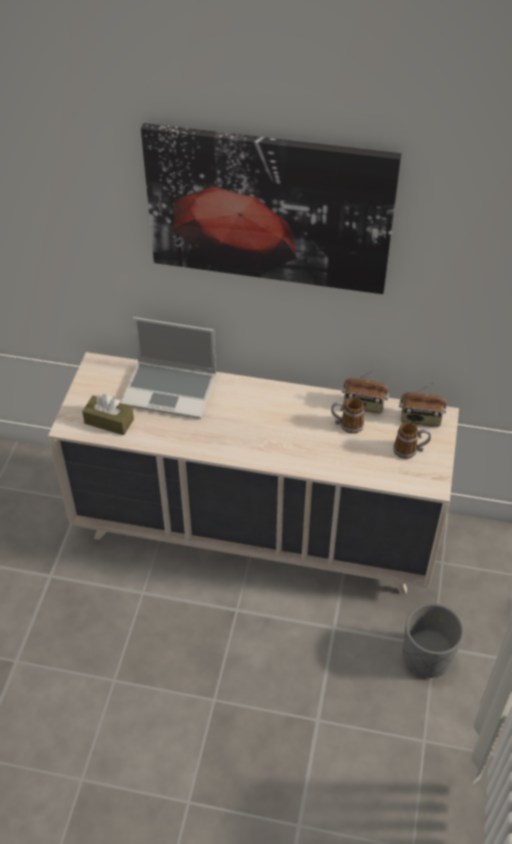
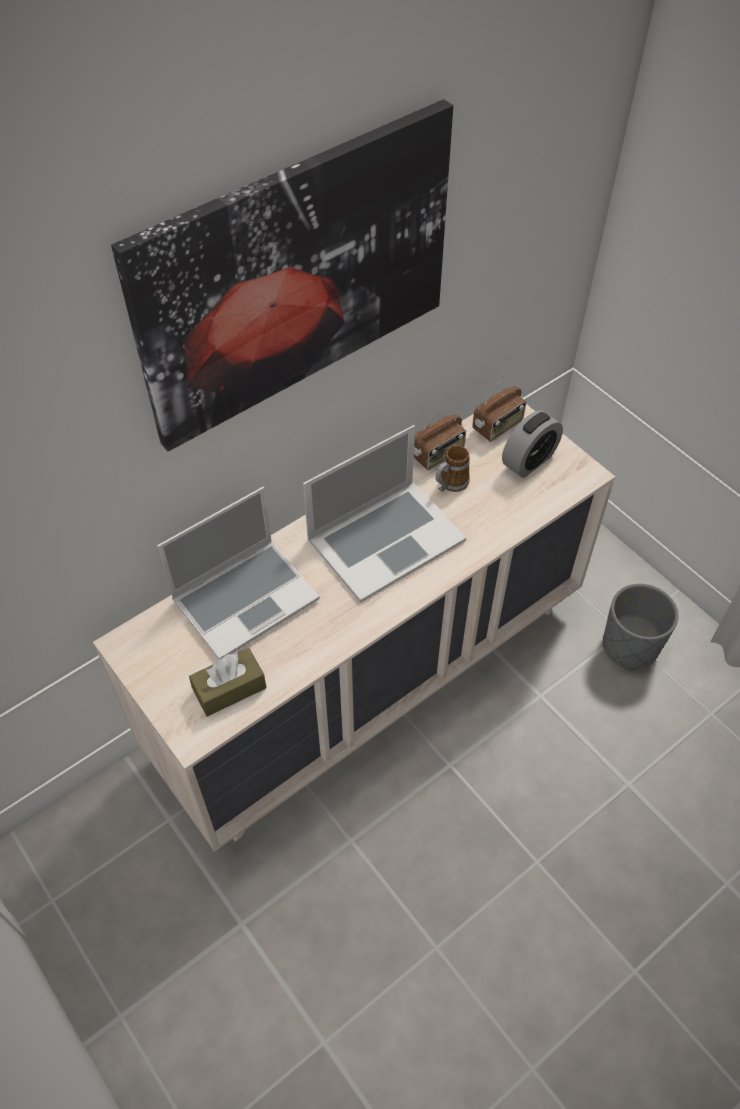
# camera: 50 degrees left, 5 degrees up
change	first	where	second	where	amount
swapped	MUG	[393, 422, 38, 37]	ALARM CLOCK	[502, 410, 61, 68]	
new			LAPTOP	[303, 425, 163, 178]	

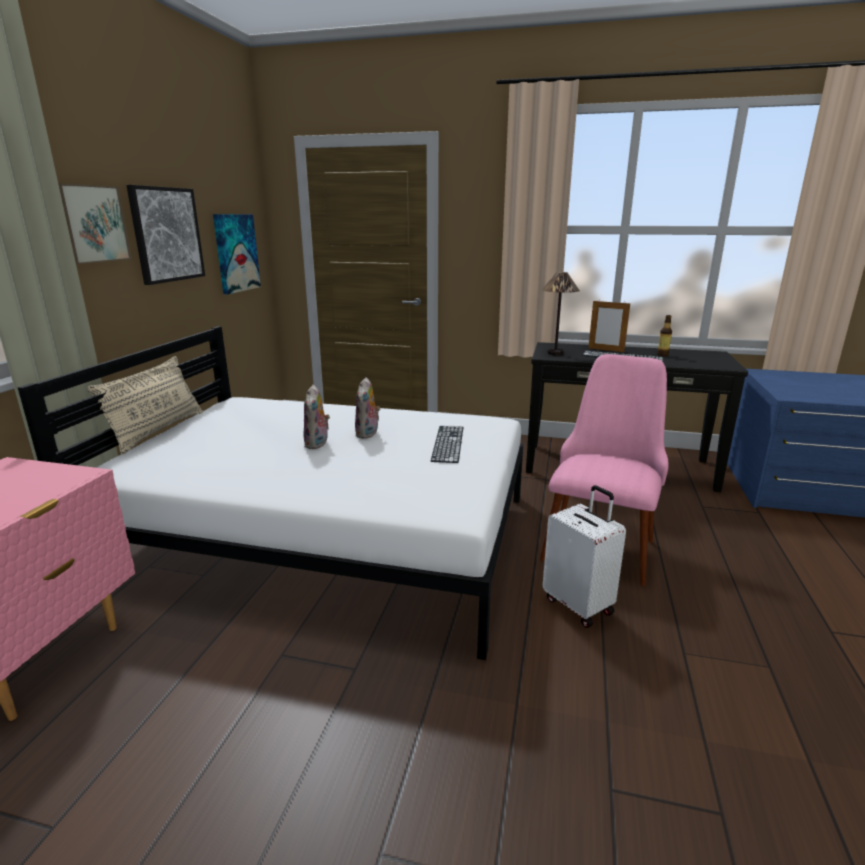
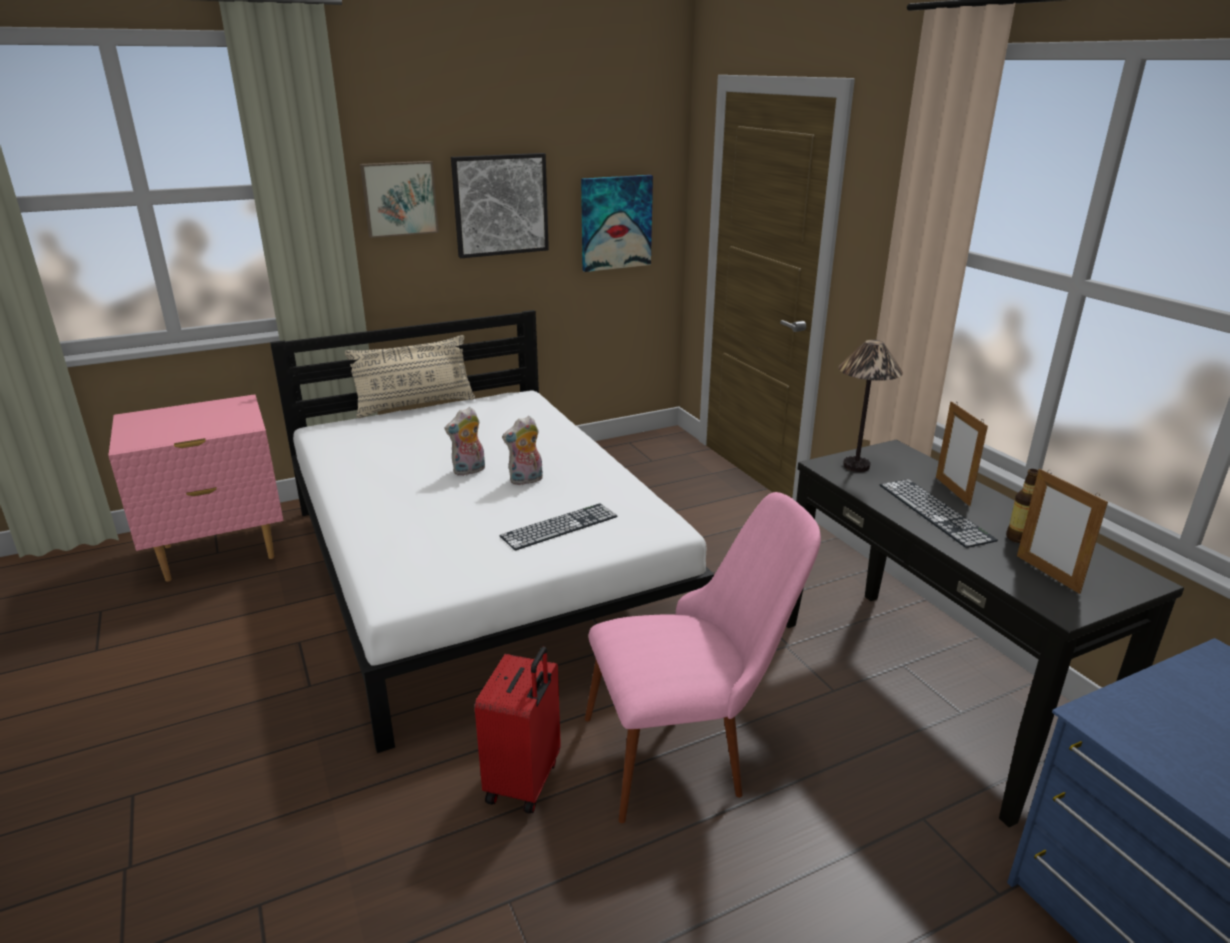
# camera: 50 degrees right, 5 degrees up
change	first	where	second	where	amount
repainted	WHITE SUITCASE	[542, 485, 84, 143]	RED SUITCASE	[475, 646, 86, 168]	
new			PICTURE FRAME	[1017, 469, 91, 125]	

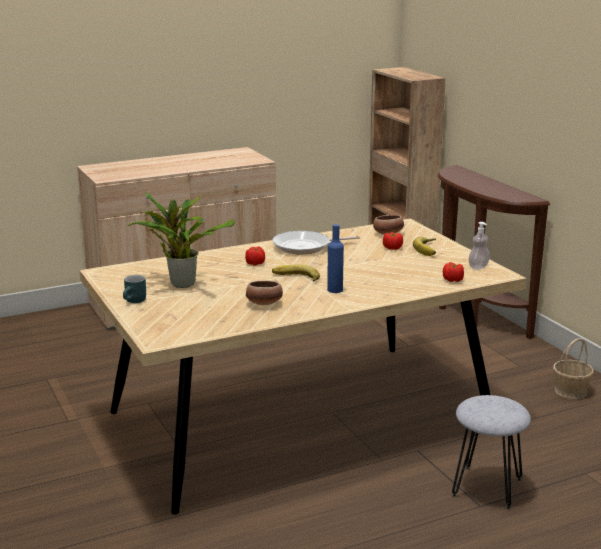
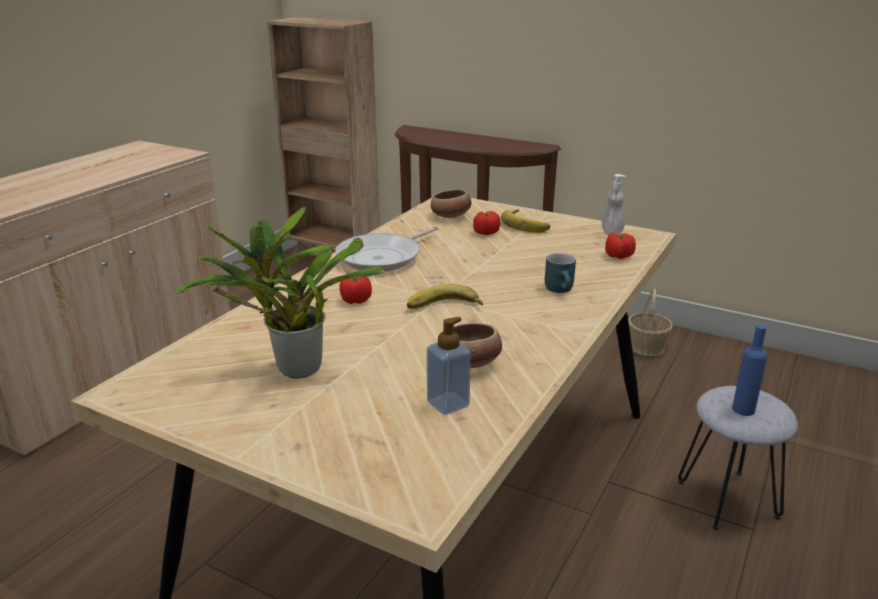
# camera: 35 degrees left, 5 degrees up
change	first	where	second	where	amount
shifted	BLUE BOTTLE	[327, 224, 17, 69]		[732, 324, 36, 92]	
shifted	TURQUOISE MUG	[123, 275, 23, 28]		[545, 253, 31, 40]	
new			SOAP DISPENSER	[427, 317, 44, 98]	

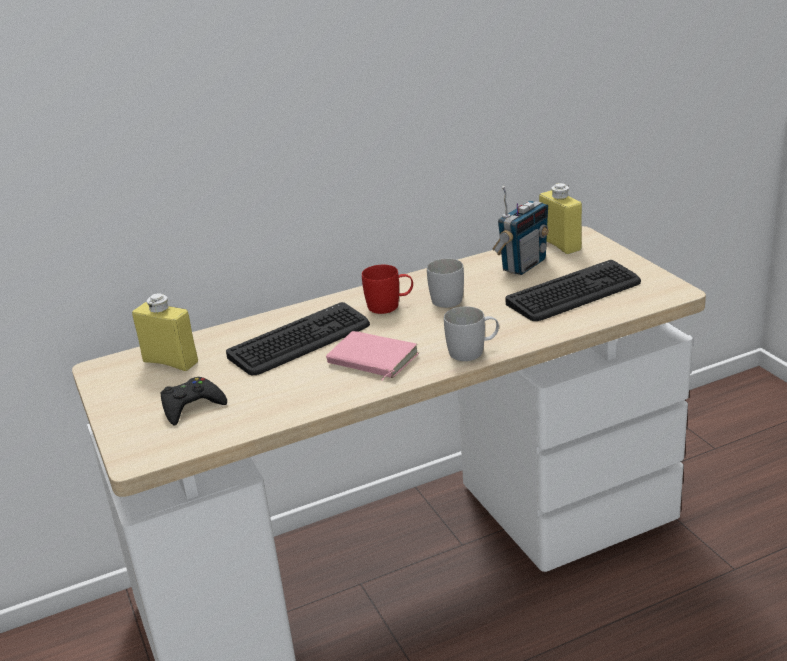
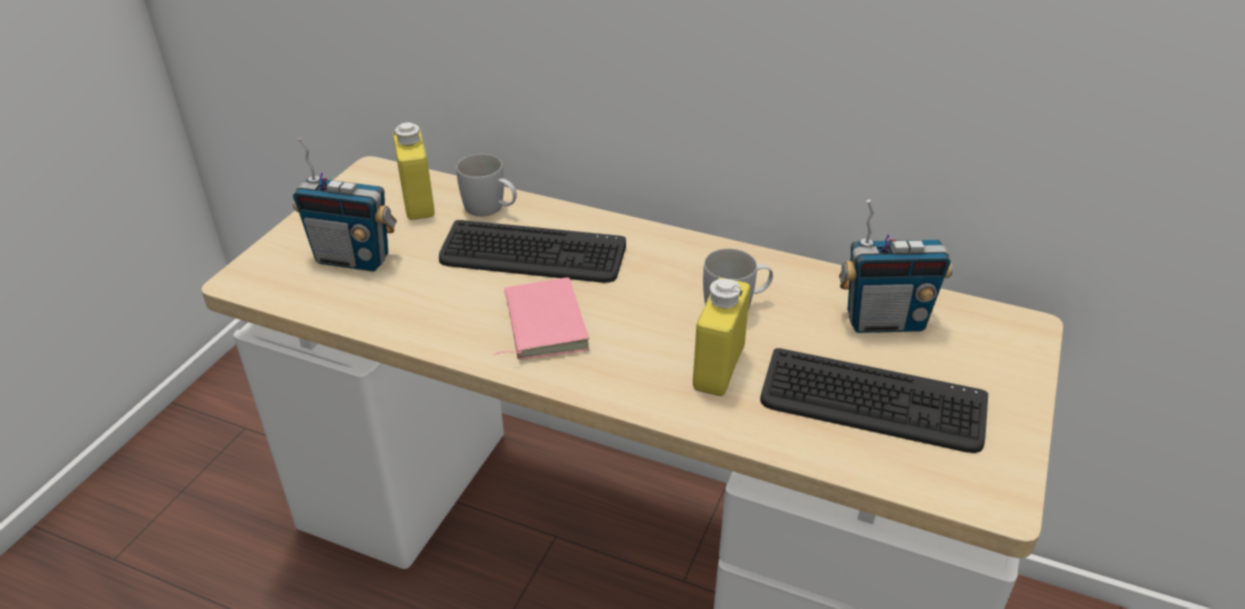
# camera: 45 degrees right, 10 degrees up
change	first	where	second	where	amount
shifted	YELLOW BOTTLE	[539, 183, 43, 71]		[693, 278, 57, 118]	
gone	RED MUG	[362, 265, 51, 49]			
shifted	WHITE MUG	[444, 306, 55, 55]		[456, 154, 61, 62]	
swapped	BLACK GAME CONTROLLER	[160, 377, 67, 49]	RADIO	[293, 138, 104, 134]	

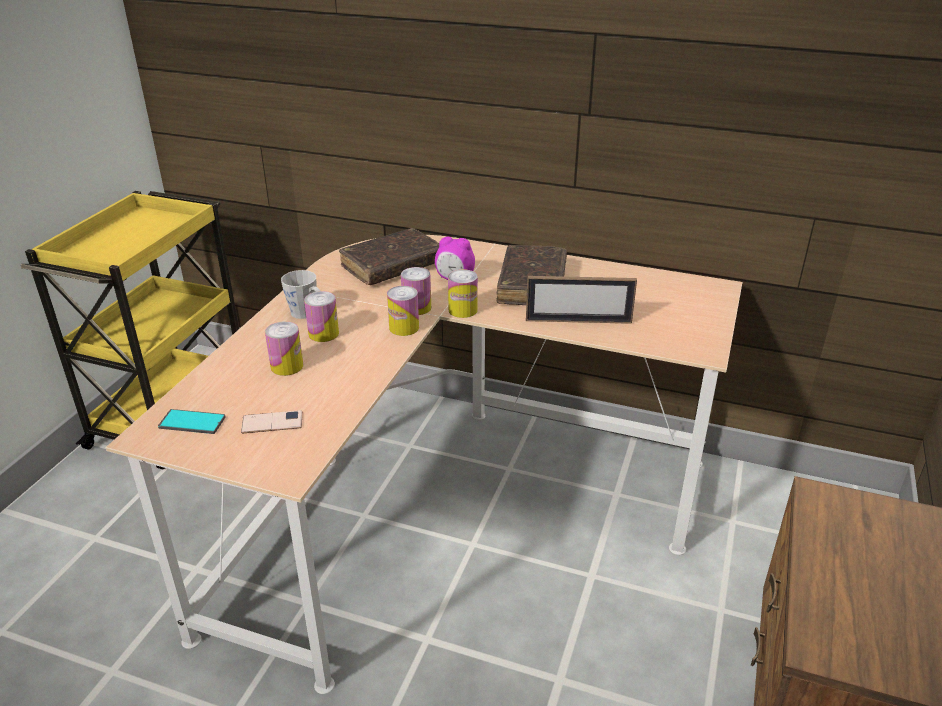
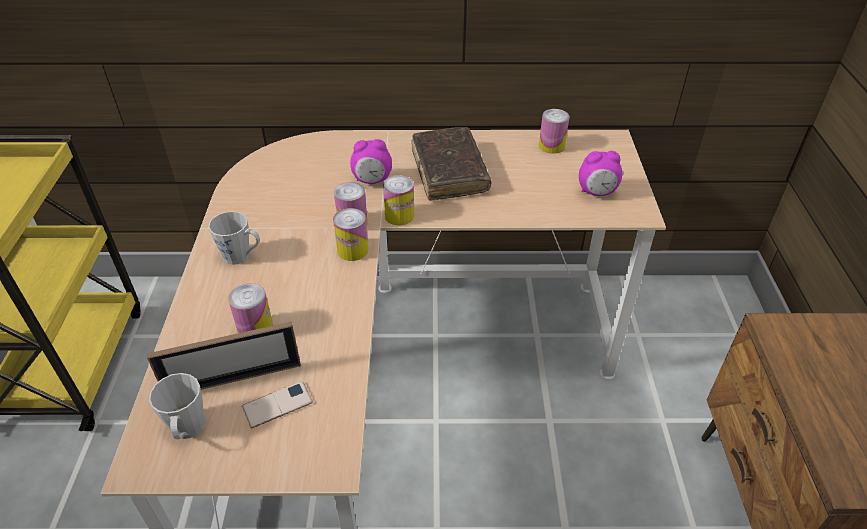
# camera: 20 degrees left, 10 degrees up
change	first	where	second	where	amount
gone	BROWN BOOK	[339, 228, 100, 57]			
shifted	PICTURE FRAME	[526, 276, 111, 48]		[147, 322, 154, 68]	
shifted	CAN	[304, 291, 35, 51]		[539, 109, 31, 45]	
swapped	PHONE	[158, 409, 67, 25]	GREY MUG	[149, 373, 56, 66]	
new			ALARM CLOCK	[579, 151, 43, 45]	

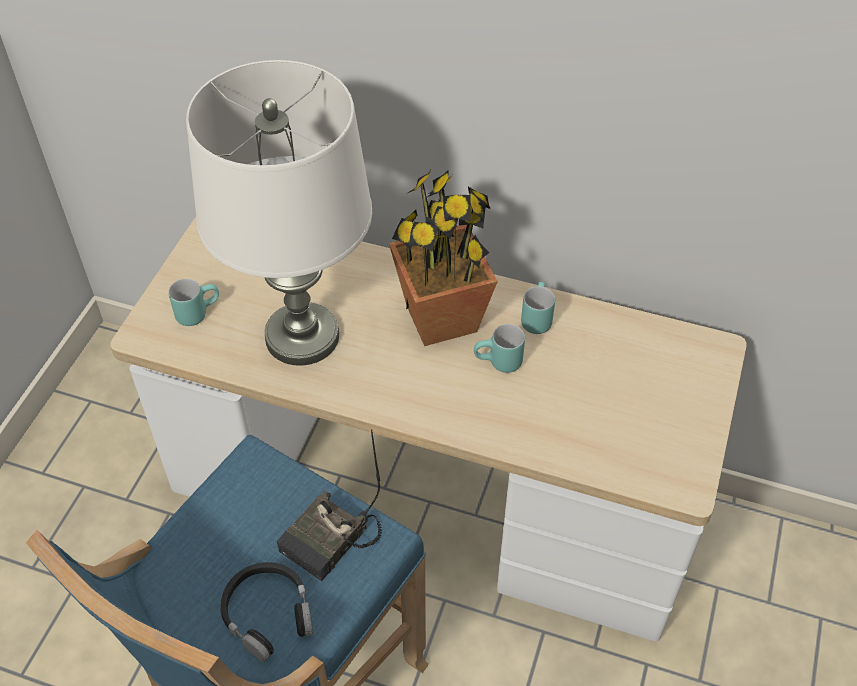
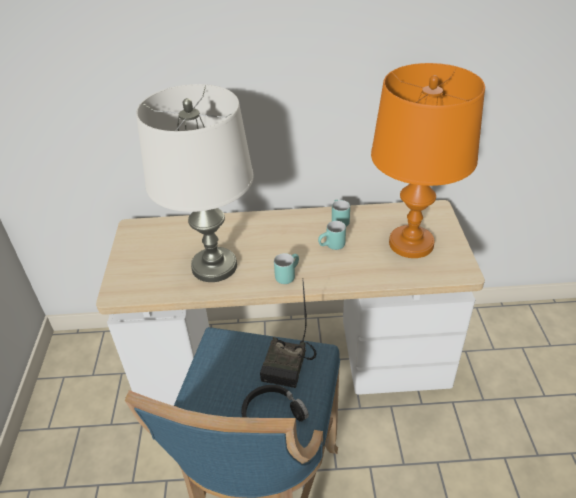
# camera: 20 degrees left, 10 degrees down
change	first	where	second	where	amount
gone	POTTED PLANT	[389, 170, 109, 176]			
shifted	TURQUOISE MUG	[169, 279, 50, 47]		[274, 253, 25, 31]	
new			ORANGE TABLE LAMP	[371, 63, 114, 195]	

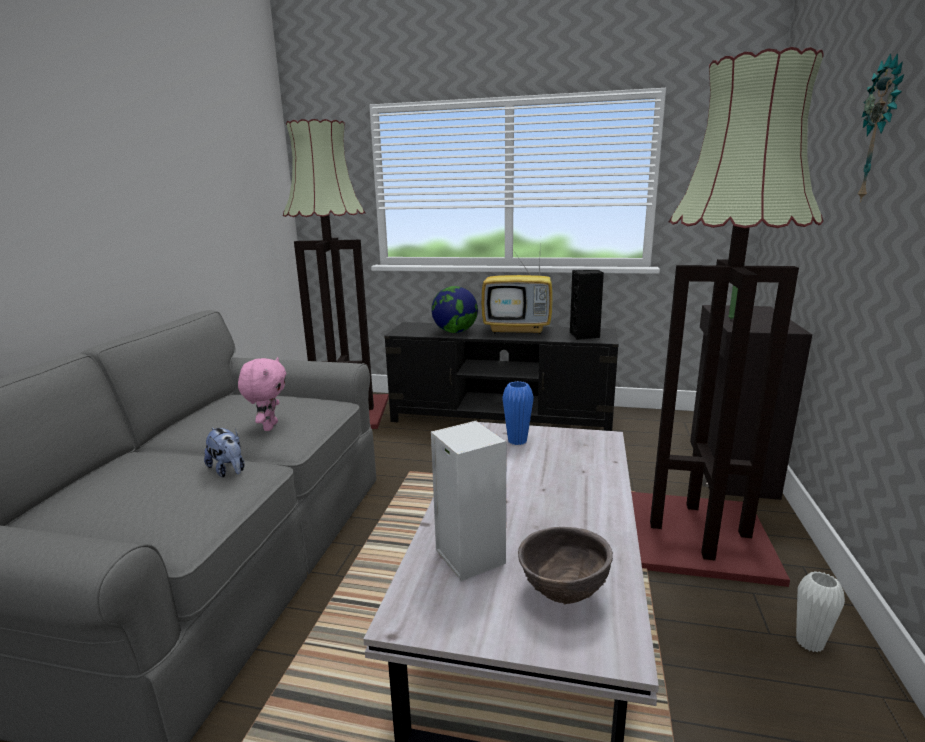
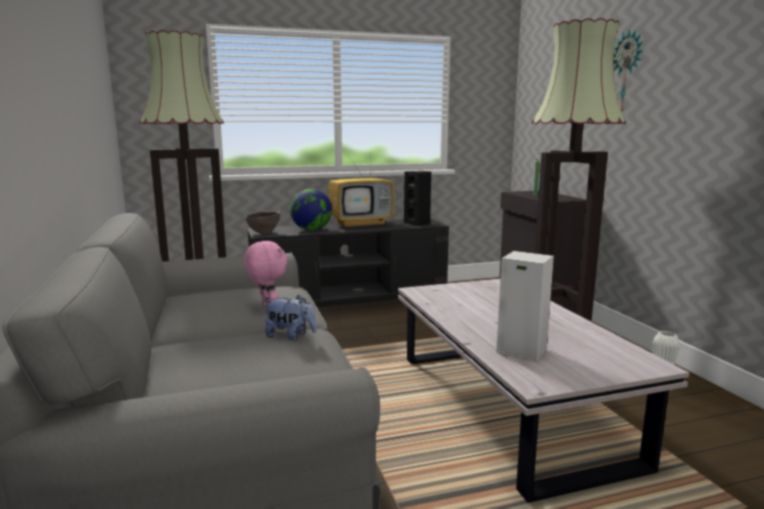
# camera: 30 degrees left, 5 degrees down
change	first	where	second	where	amount
gone	BLUE VASE	[502, 381, 32, 64]			
shifted	BROWN BOWL	[518, 527, 95, 77]		[244, 211, 36, 23]	

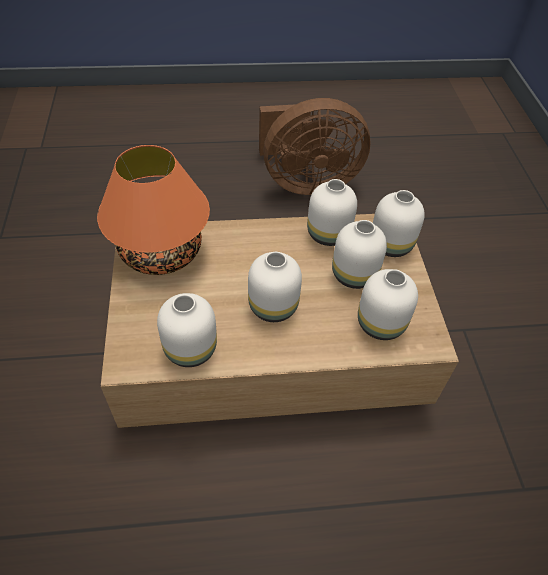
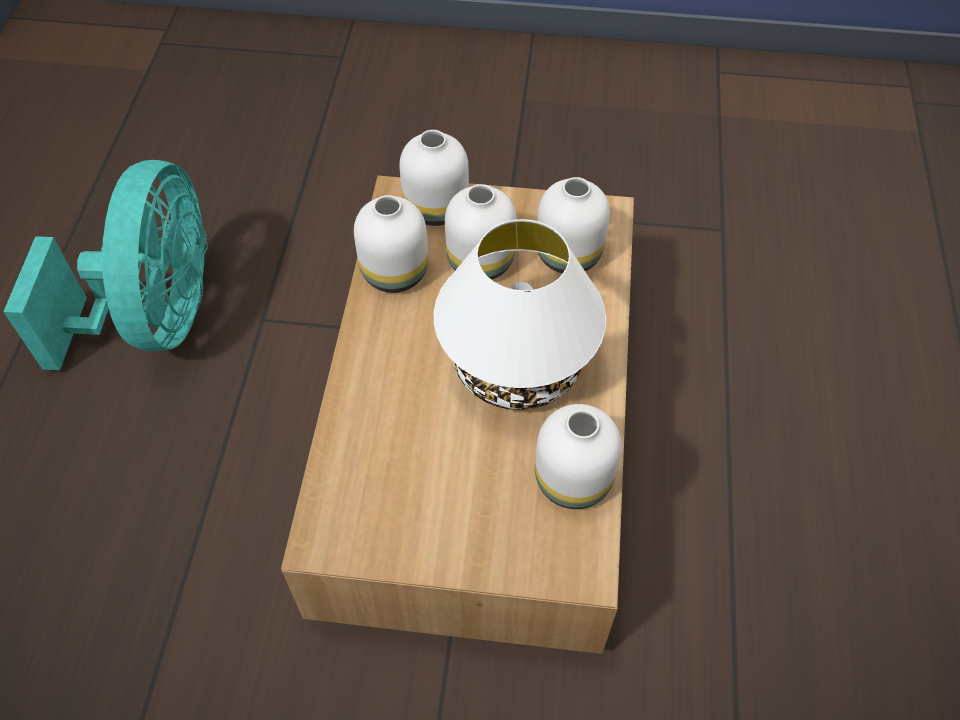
# camera: 75 degrees left, 5 degrees up
change	first	where	second	where	amount
repainted	BROWN FAN	[259, 98, 111, 97]	TURQUOISE FAN	[3, 160, 205, 211]	
gone	ORANGE TABLE LAMP	[97, 145, 113, 130]			
swapped	WHITE VASE	[248, 252, 54, 70]	WHITE TABLE LAMP	[434, 219, 172, 191]	

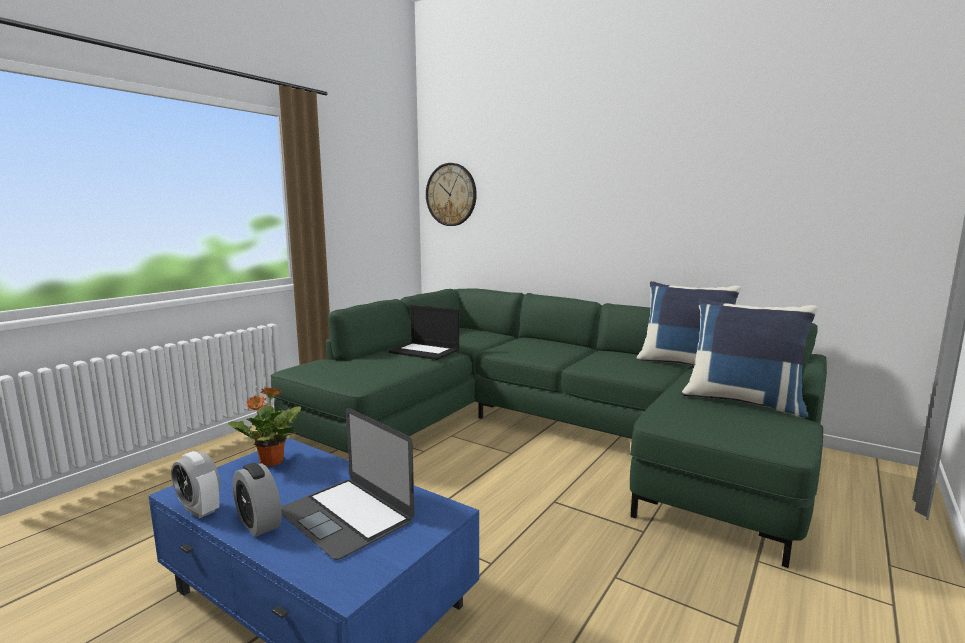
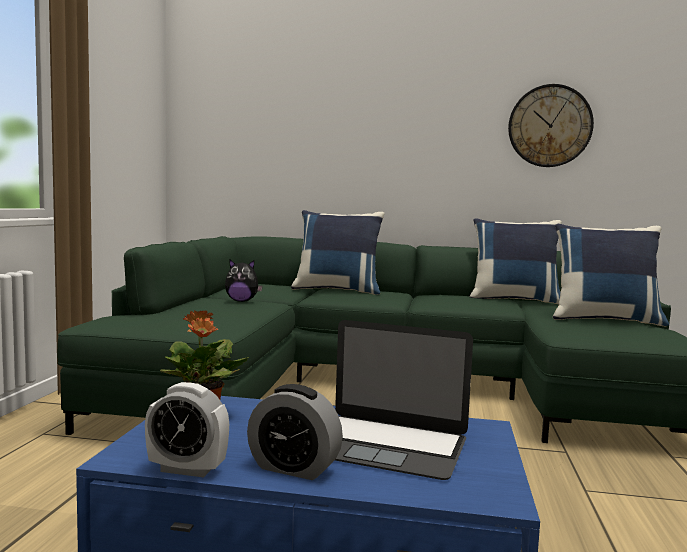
# camera: 25 degrees left, 5 degrees down
change	first	where	second	where	amount
shifted	WALL CLOCK	[426, 163, 51, 63]		[508, 84, 86, 83]	
swapped	LAPTOP	[388, 305, 71, 55]	PLUSH TOY	[225, 259, 38, 43]	
new			BLUE PILLOW	[291, 210, 94, 85]	

